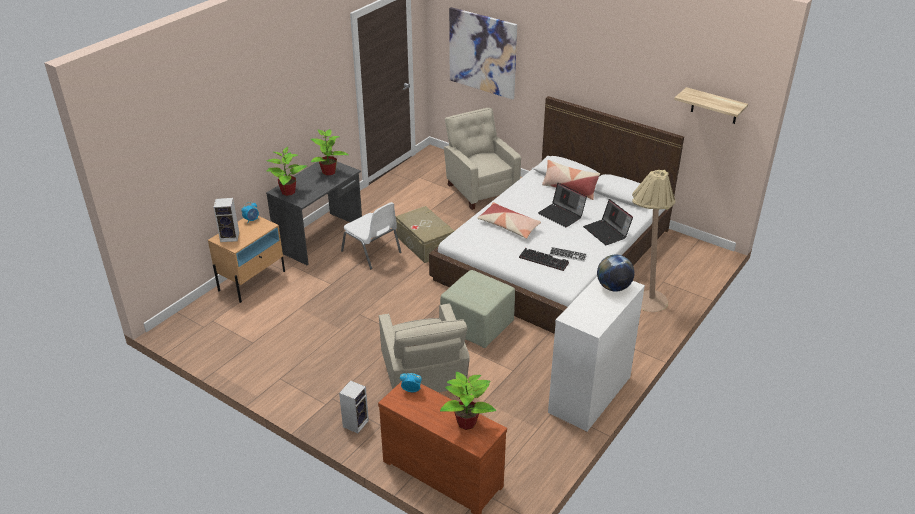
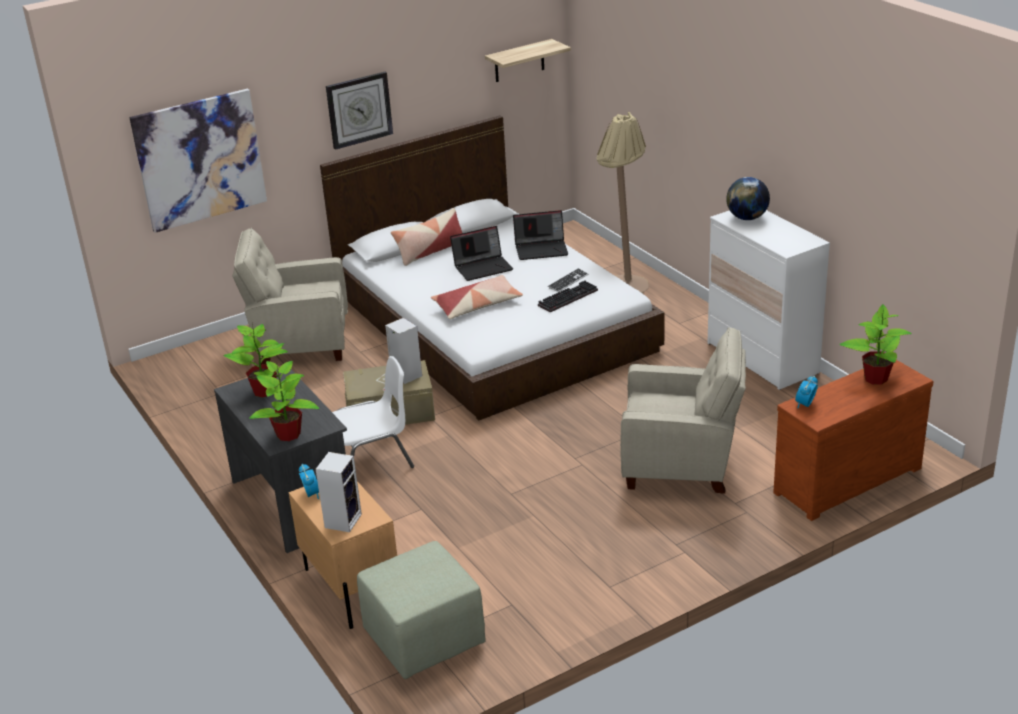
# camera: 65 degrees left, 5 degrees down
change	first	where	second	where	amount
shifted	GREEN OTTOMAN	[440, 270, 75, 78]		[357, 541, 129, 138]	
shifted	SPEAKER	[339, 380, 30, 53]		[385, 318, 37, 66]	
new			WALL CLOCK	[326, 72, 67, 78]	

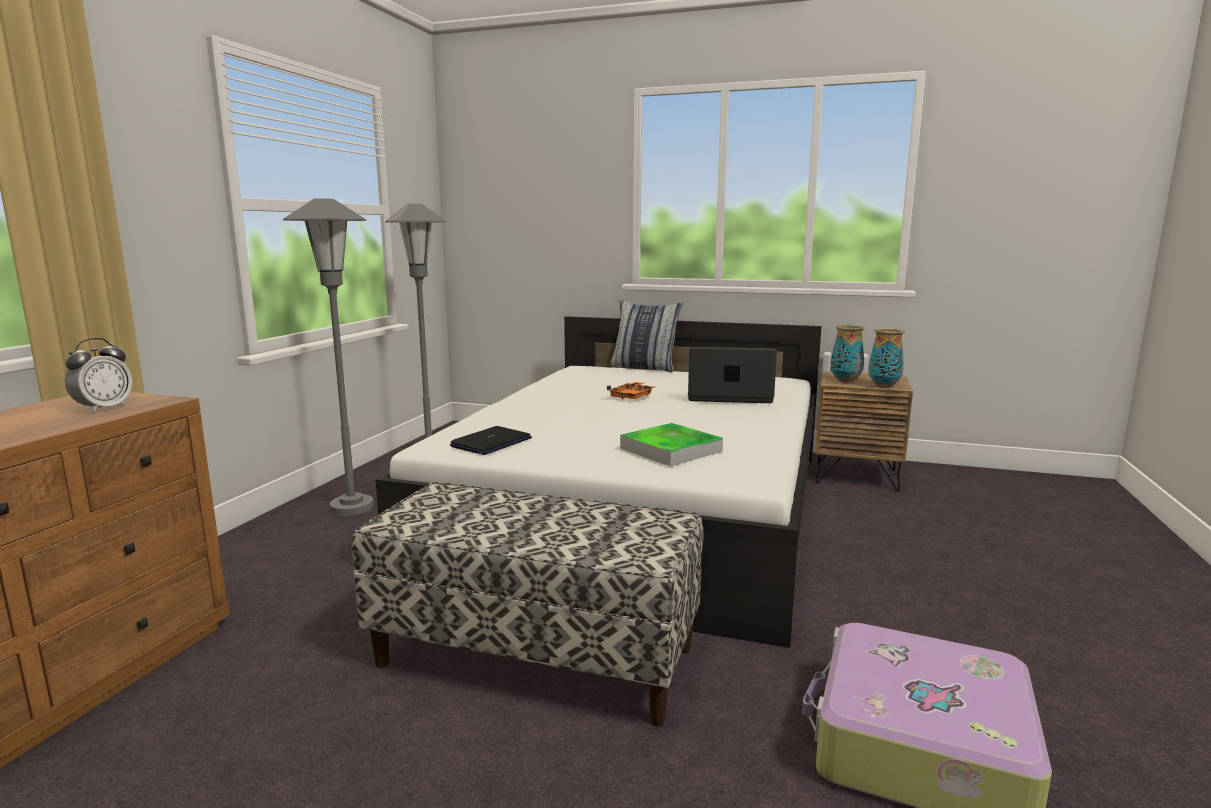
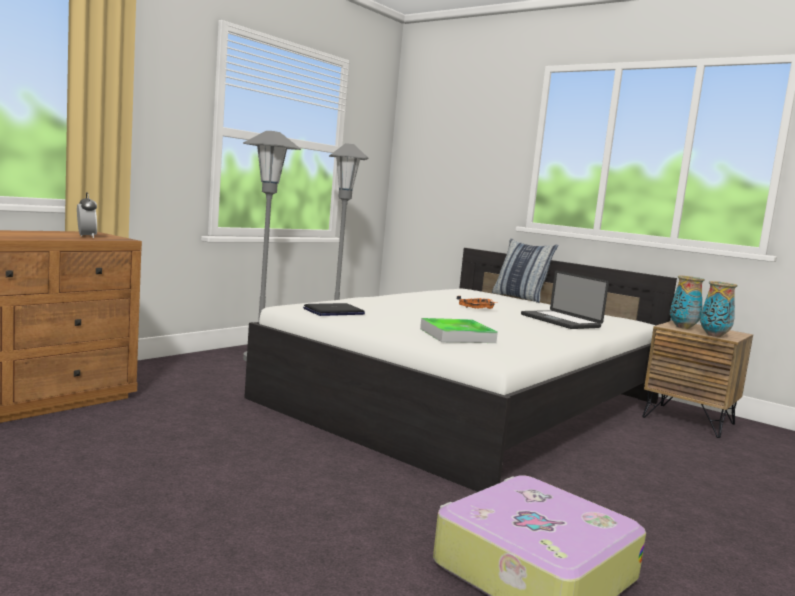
# camera: 20 degrees right, 5 degrees down
change	first	where	second	where	amount
rotated	ALARM CLOCK	[65, 338, 67, 75]		[77, 192, 20, 46]	75 degrees counterclockwise
rotated	LAPTOP	[688, 347, 89, 56]		[521, 271, 88, 58]	150 degrees counterclockwise
gone	BENCH	[352, 482, 352, 245]			

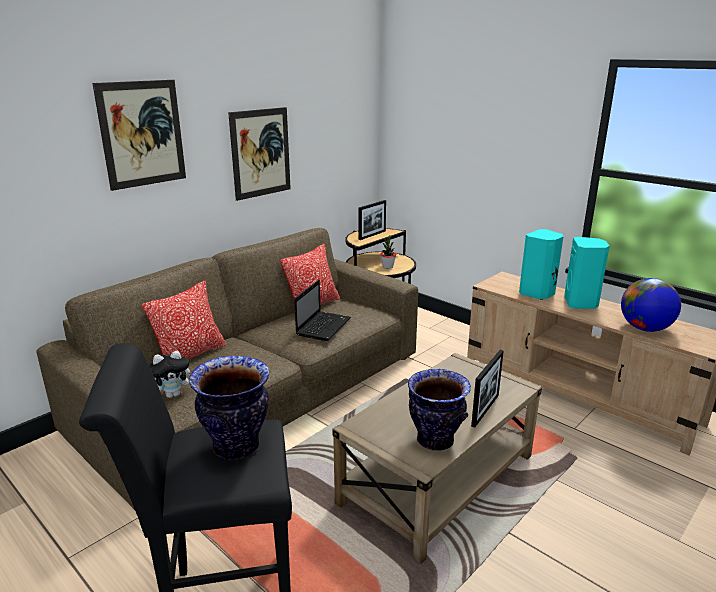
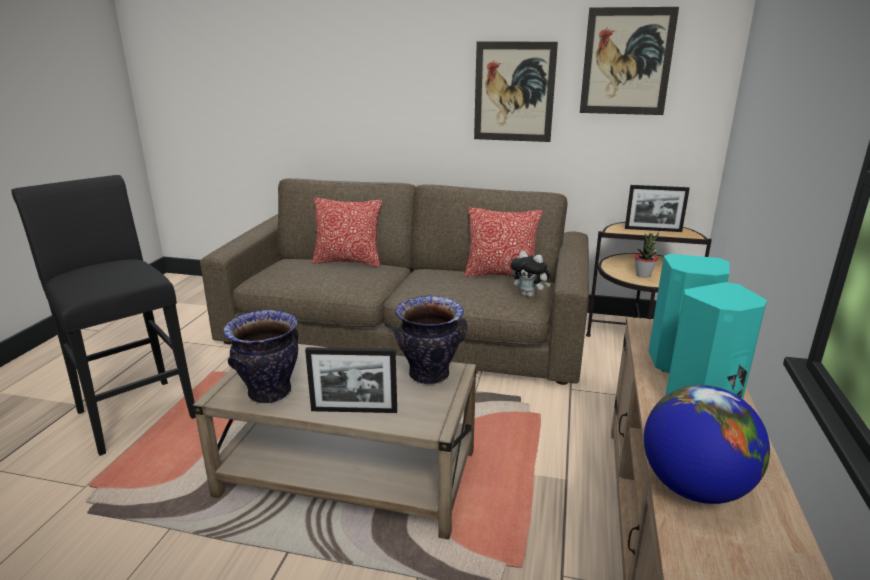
# camera: 60 degrees right, 0 degrees up
change	first	where	second	where	amount
shifted	PICTURE	[92, 80, 94, 111]		[580, 7, 99, 108]	
gone	LAPTOP	[294, 280, 57, 61]			
shifted	PLUSH TOY	[149, 351, 42, 47]		[511, 251, 40, 46]	
shifted	VASE	[189, 356, 80, 103]		[391, 295, 77, 89]	

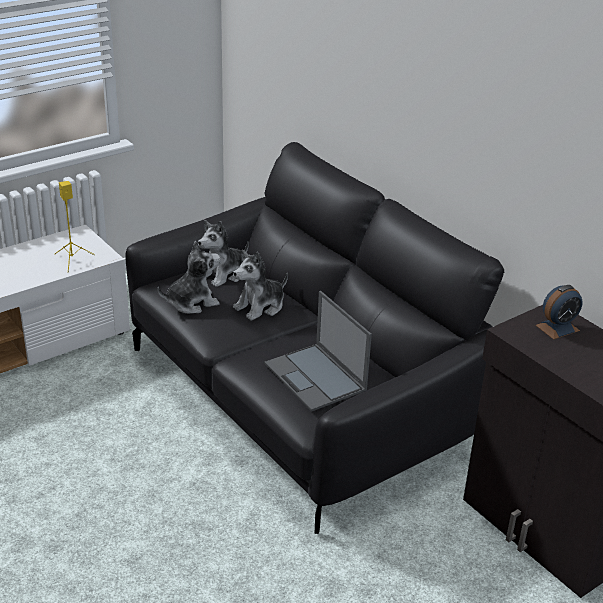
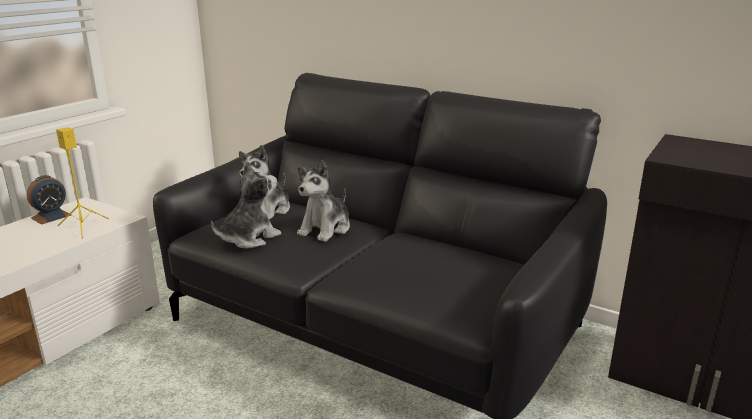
# camera: 20 degrees left, 10 degrees down
change	first	where	second	where	amount
shifted	ALARM CLOCK	[536, 285, 47, 55]		[27, 175, 44, 50]	
gone	LAPTOP	[265, 291, 107, 121]			

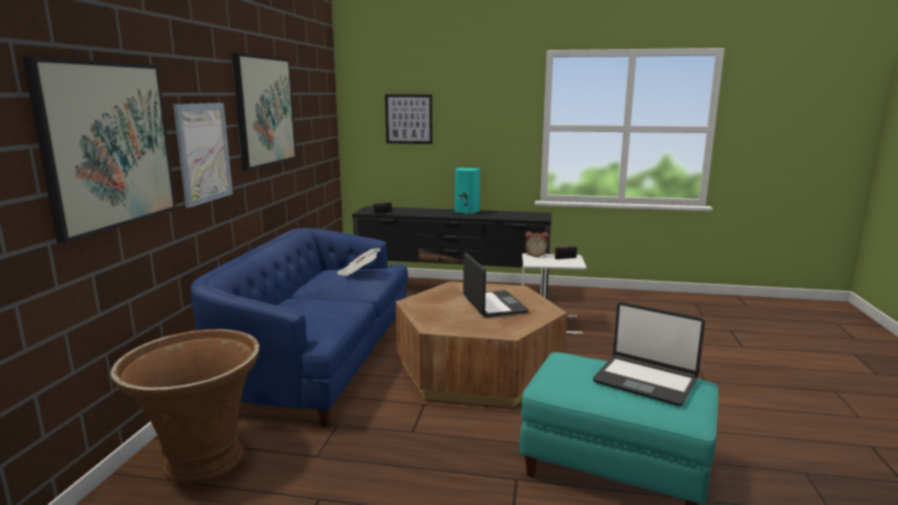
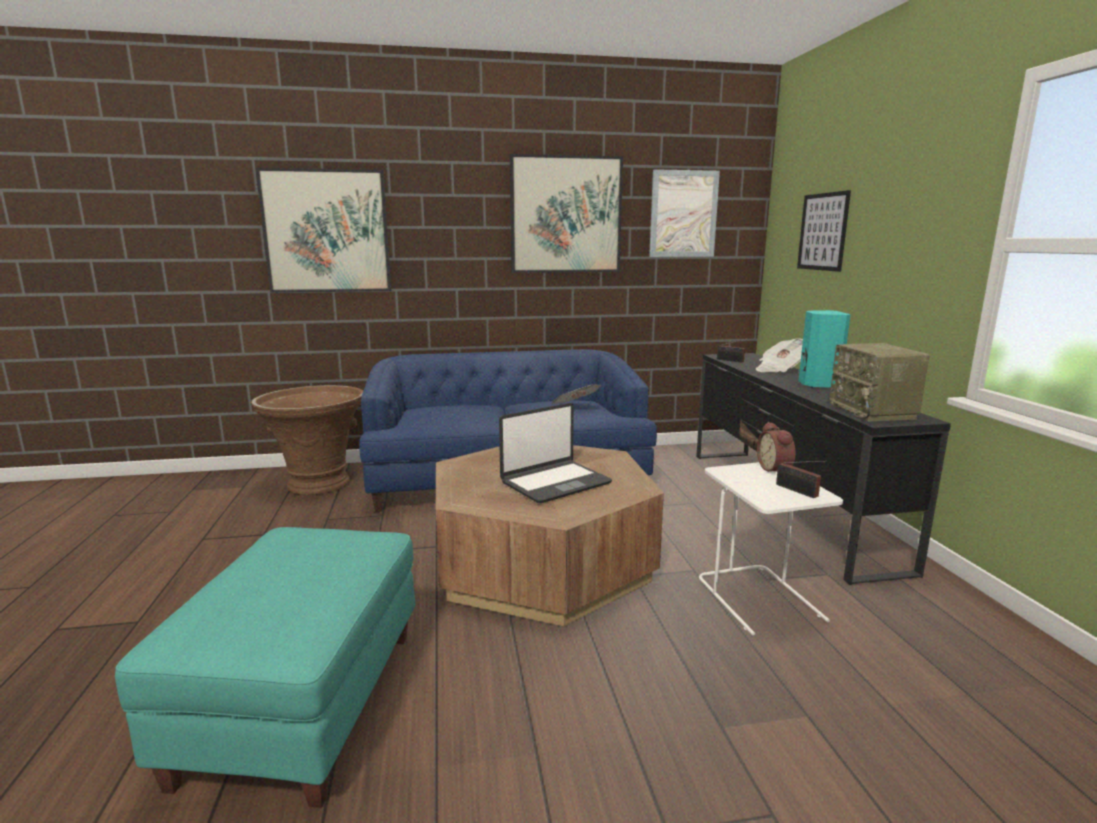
# camera: 70 degrees right, 0 degrees up
change	first	where	second	where	amount
shifted	PICTURE	[173, 103, 60, 105]		[649, 169, 71, 88]	
gone	LAPTOP	[593, 302, 112, 104]			
new			NEWSPAPER	[755, 338, 48, 35]	
new			RADIO	[829, 343, 101, 78]	

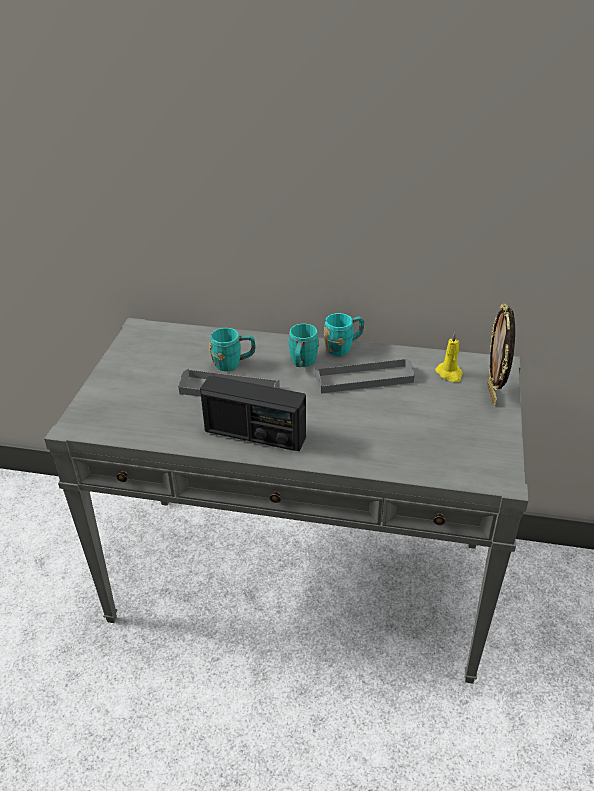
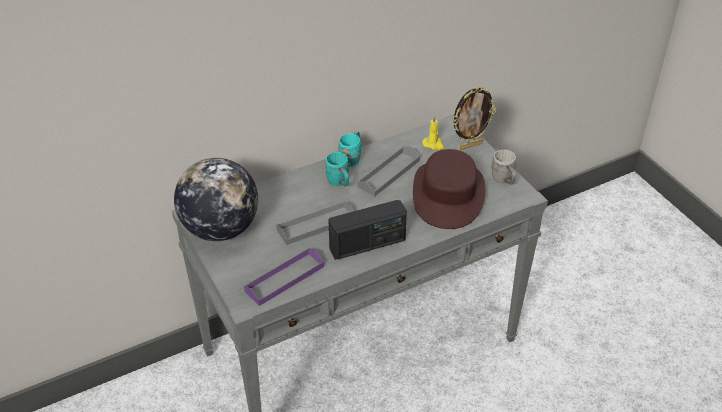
# camera: 40 degrees left, 5 degrees up
change	first	where	second	where	amount
rotated	PICTURE FRAME	[487, 304, 28, 101]		[452, 86, 44, 64]	75 degrees counterclockwise
gone	TURQUOISE MUG	[209, 328, 46, 43]			
new			BROWN HAT	[413, 149, 73, 80]	
new			GREY MUG	[491, 149, 25, 36]	
new			GLOBE	[174, 158, 84, 83]	
new			PURPLE TRAY	[244, 248, 80, 58]	

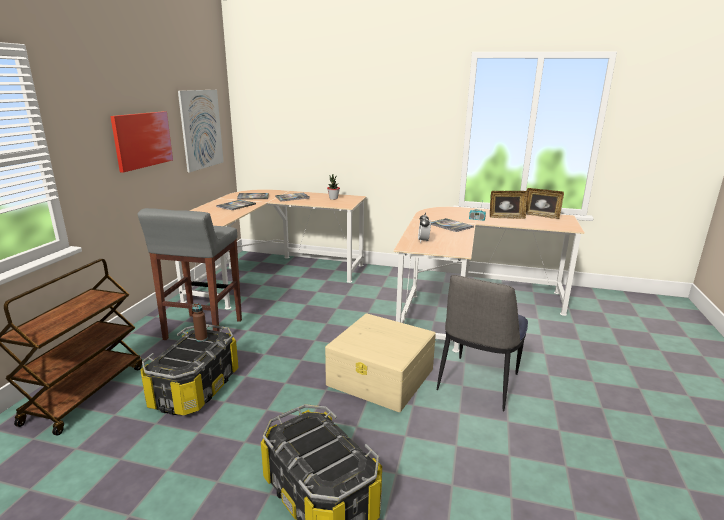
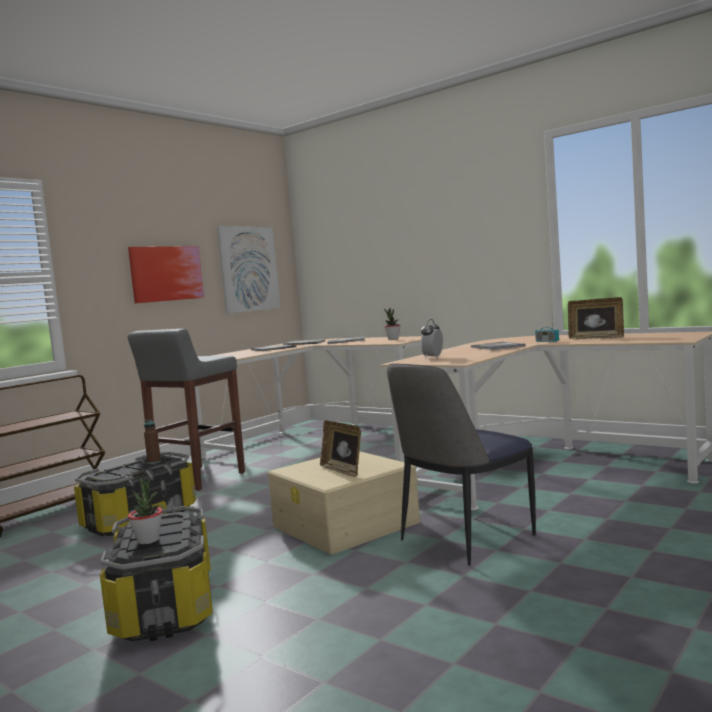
# camera: 25 degrees right, 15 degrees down
change	first	where	second	where	amount
shifted	PICTURE FRAME	[526, 188, 38, 31]		[320, 420, 41, 57]	
new			POTTED PLANT	[128, 478, 34, 66]	

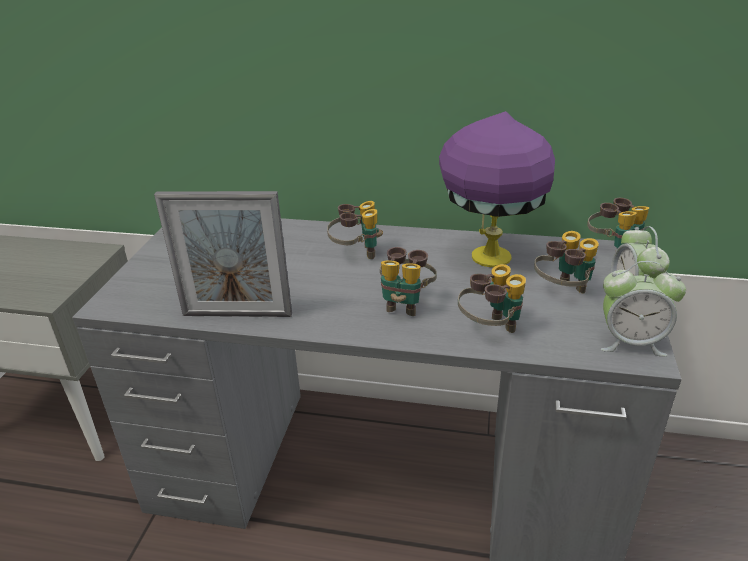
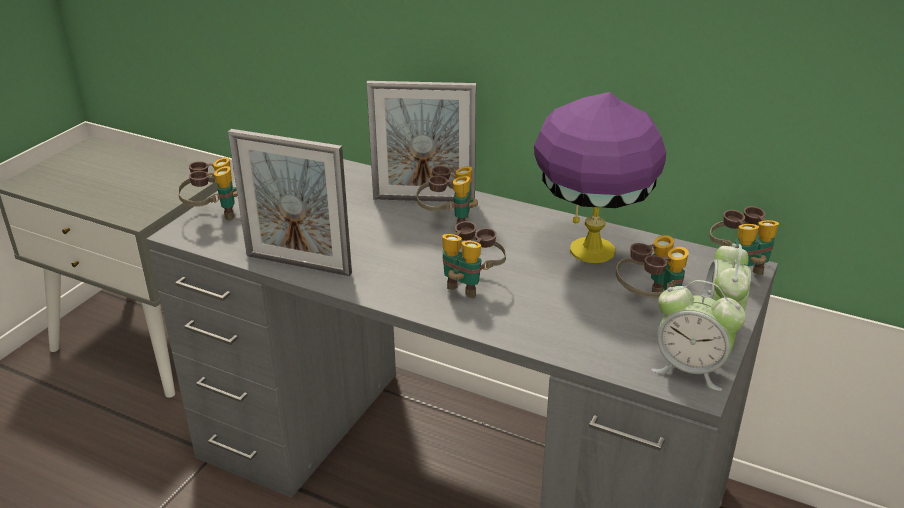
# camera: 15 degrees right, 0 degrees up
change	first	where	second	where	amount
shifted	BINOCULARS	[458, 264, 68, 69]		[178, 157, 60, 64]	
new			PICTURE FRAME	[366, 81, 110, 121]	

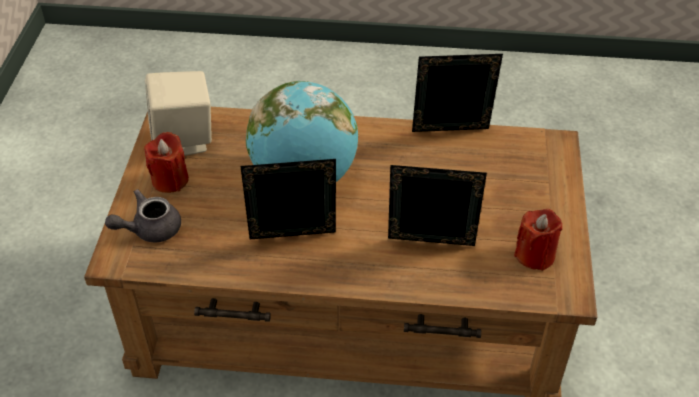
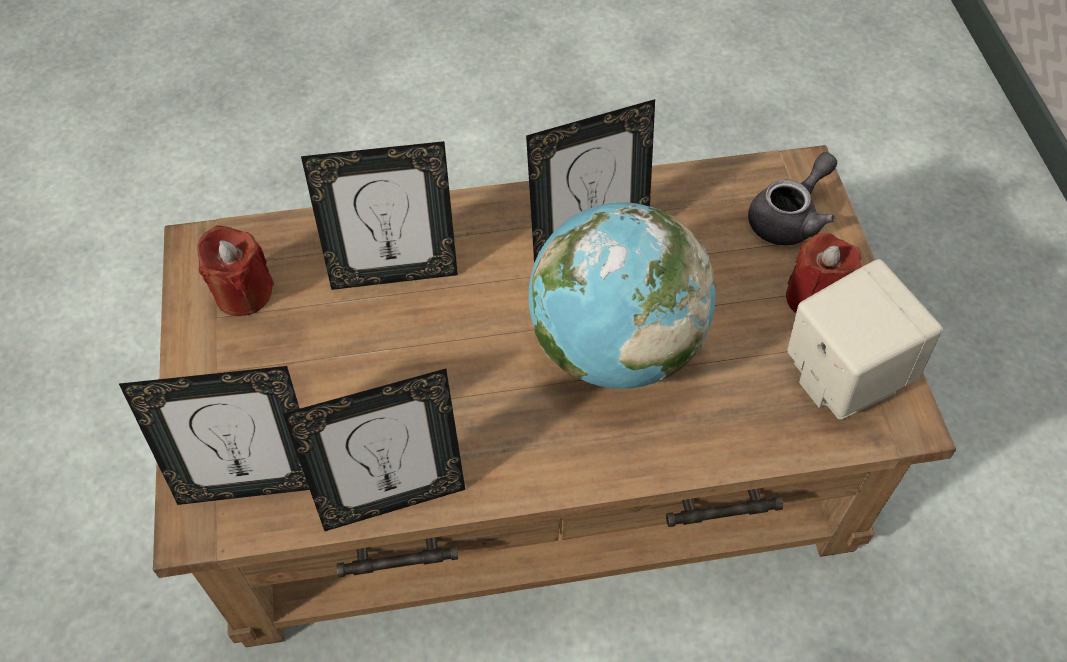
# camera: 165 degrees right, 10 degrees up
change	first	where	second	where	amount
new			PICTURE FRAME	[119, 366, 191, 139]	

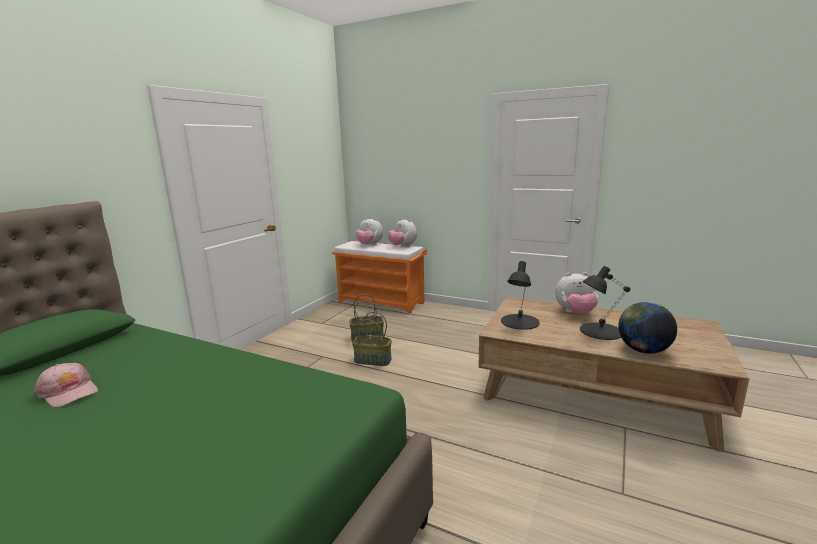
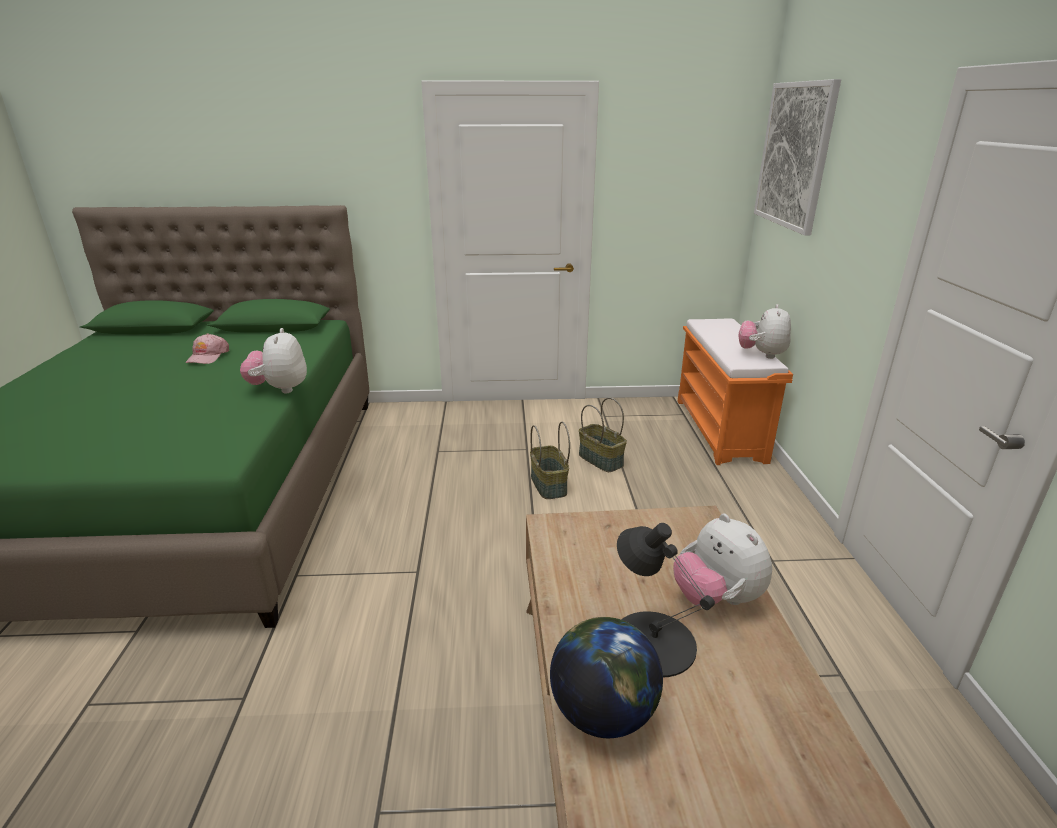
# camera: 60 degrees right, 10 degrees up
change	first	where	second	where	amount
shifted	PLUSH TOY	[356, 218, 27, 27]		[240, 328, 67, 65]	
gone	BLACK TABLE LAMP	[501, 261, 39, 69]			
new			PICTURE	[754, 79, 87, 157]	

